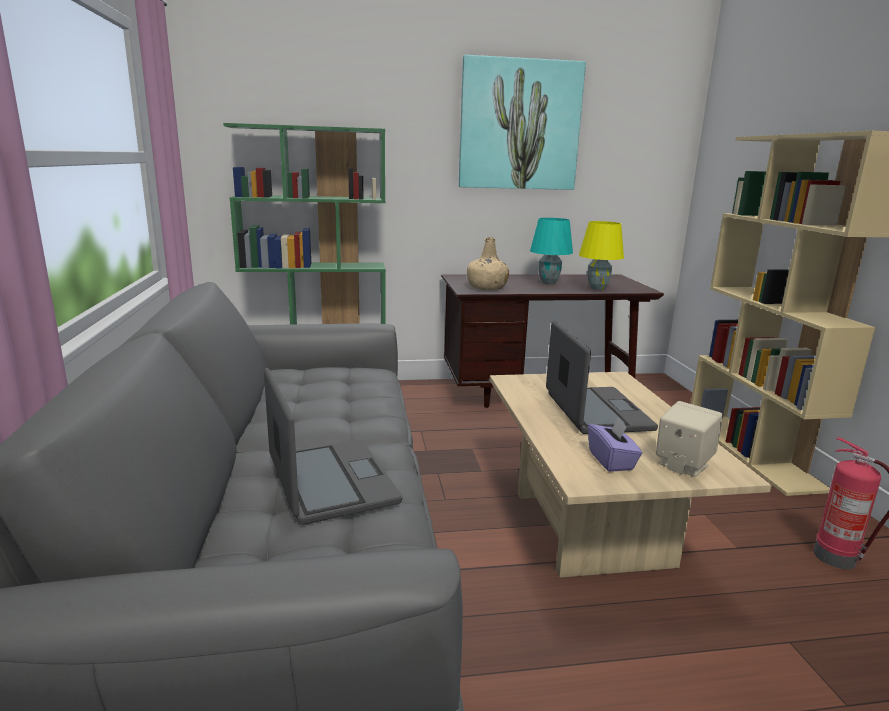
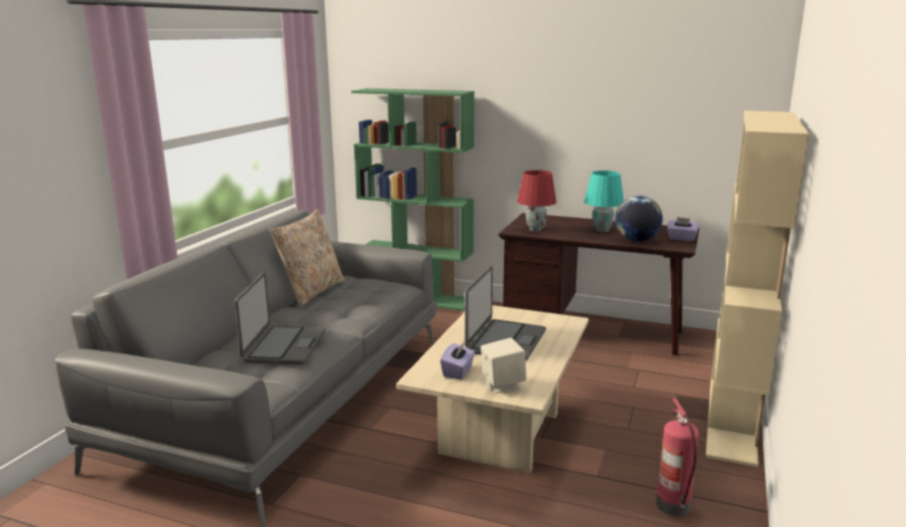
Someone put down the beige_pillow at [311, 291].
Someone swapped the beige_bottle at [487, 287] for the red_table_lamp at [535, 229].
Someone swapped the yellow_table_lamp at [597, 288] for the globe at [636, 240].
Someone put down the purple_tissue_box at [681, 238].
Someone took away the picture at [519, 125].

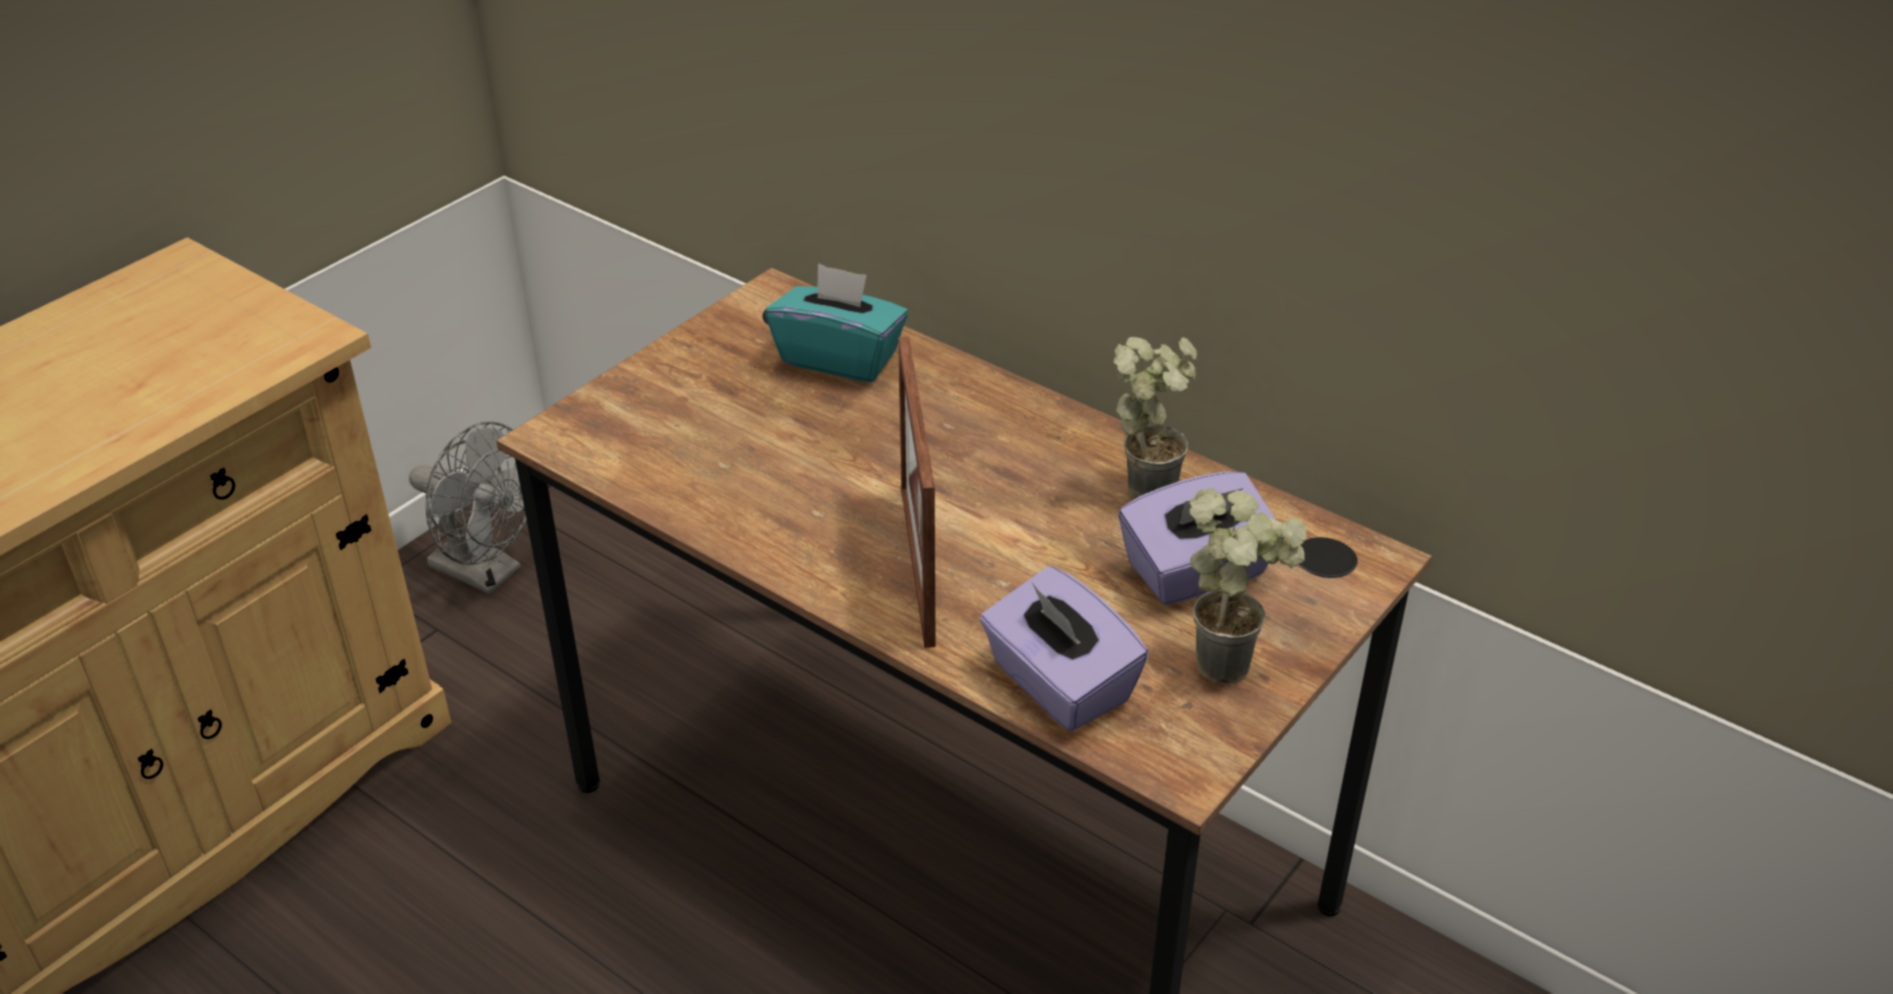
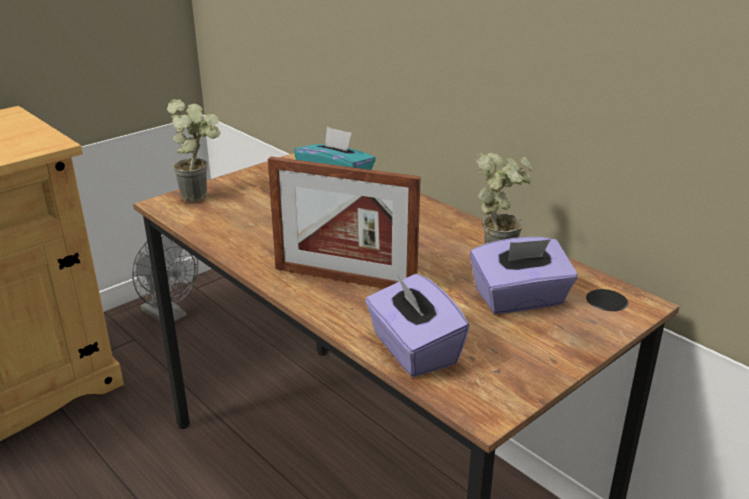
Someone carried the potted_plant from [1233, 659] to [202, 196].
Someone rotated the picture_frame at [917, 565] by 75 degrees counterclockwise.

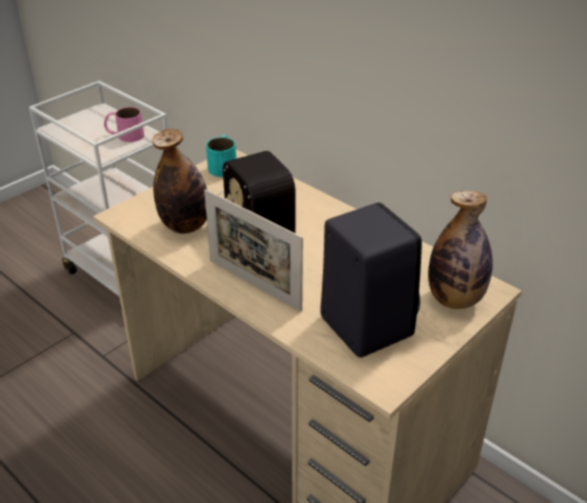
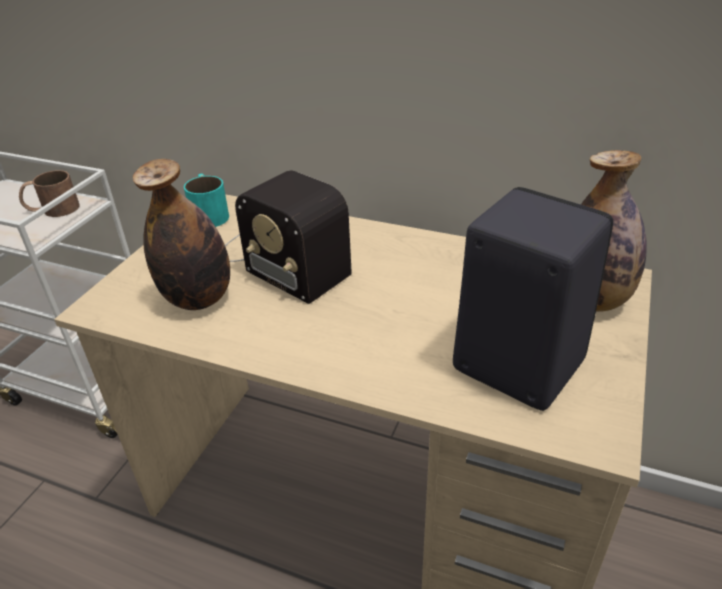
Someone repainted the pink_mug at [124, 135], which became the brown_mug at [52, 210].
Someone took away the picture_frame at [254, 285].

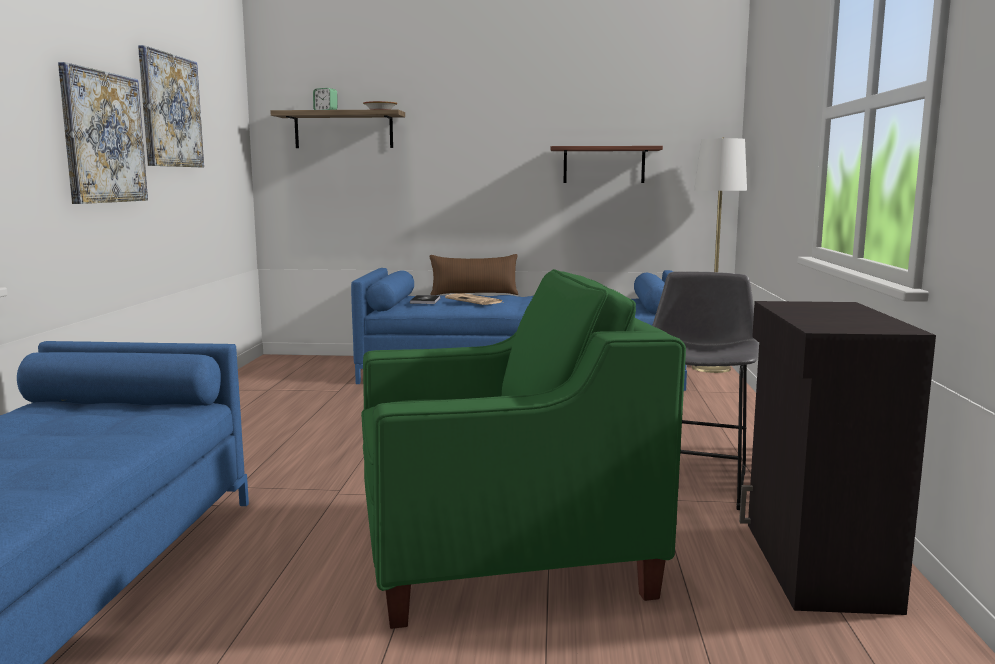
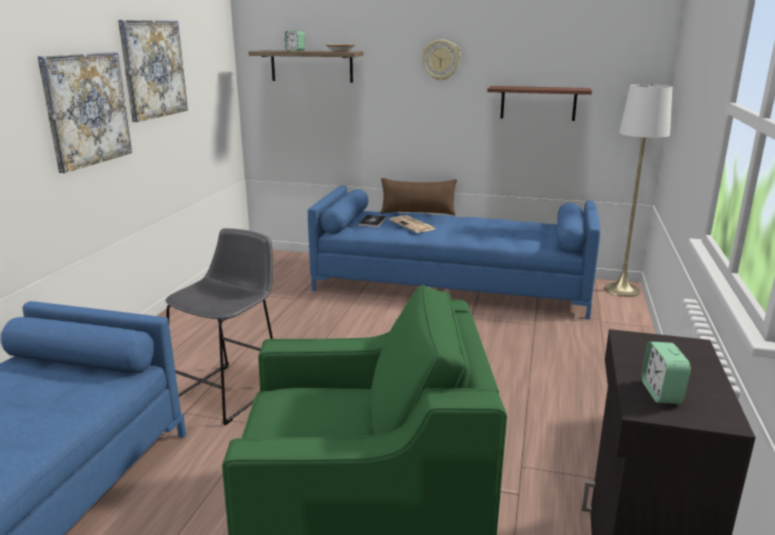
Someone carried the grey_stool from [694, 480] to [231, 391].
Someone put up the wall_clock at [441, 60].
Someone put down the alarm_clock at [661, 393].

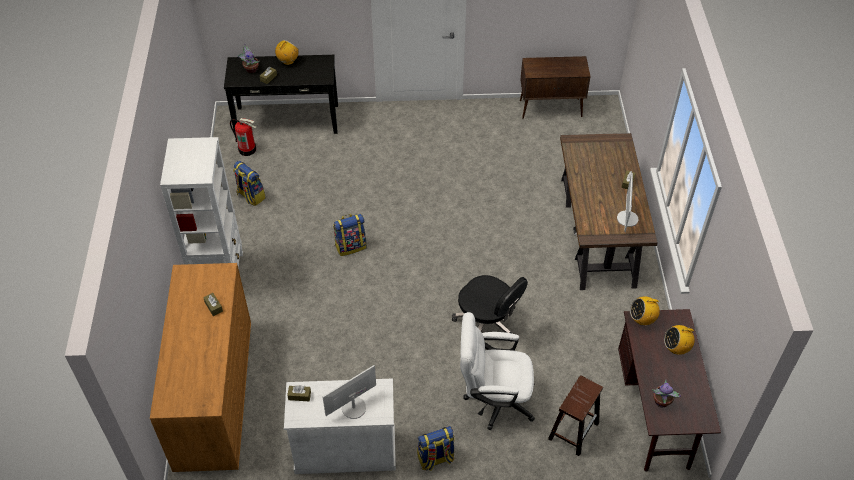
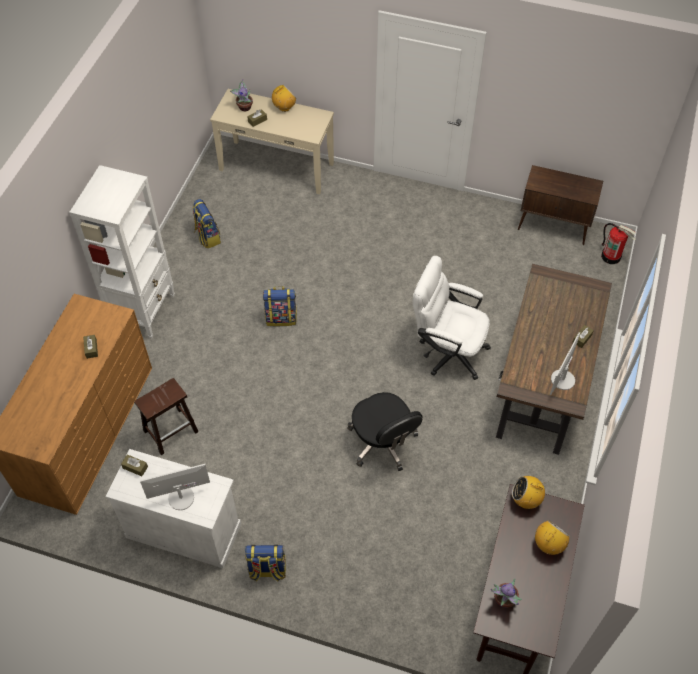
Someone carried the brown_stool from [573, 430] to [171, 430].
Someone repainted the black_console_table at [287, 120], which became the beige_console_table at [276, 166].
Someone carried the white_office_chair from [493, 399] to [447, 350].
Someone rotated the radio at [676, 348] by 120 degrees clockwise.
Someone carried the fire_extinguisher from [247, 149] to [611, 256].

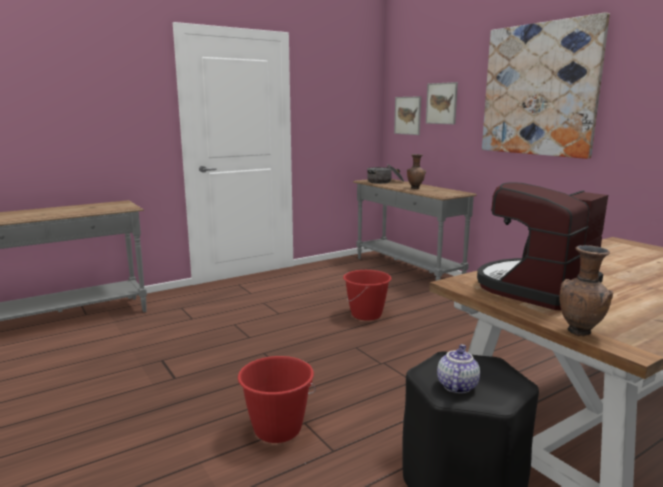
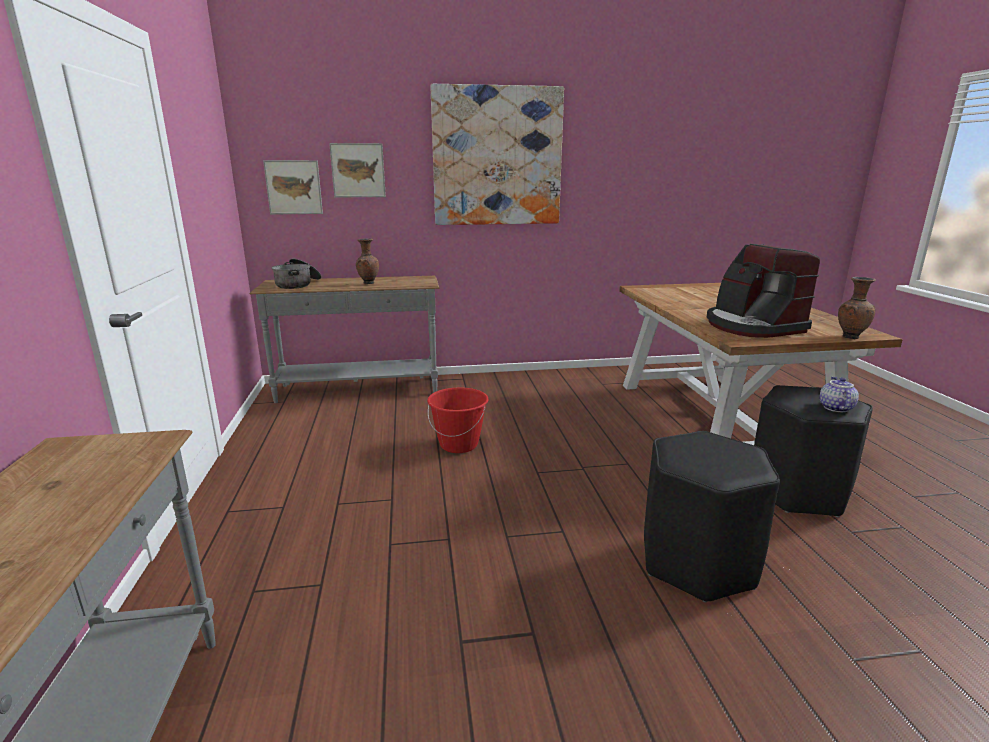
Someone swapped the red_bucket at [277, 429] for the black_stool at [697, 563].
Someone rotated the teapot at [456, 386] by 60 degrees clockwise.

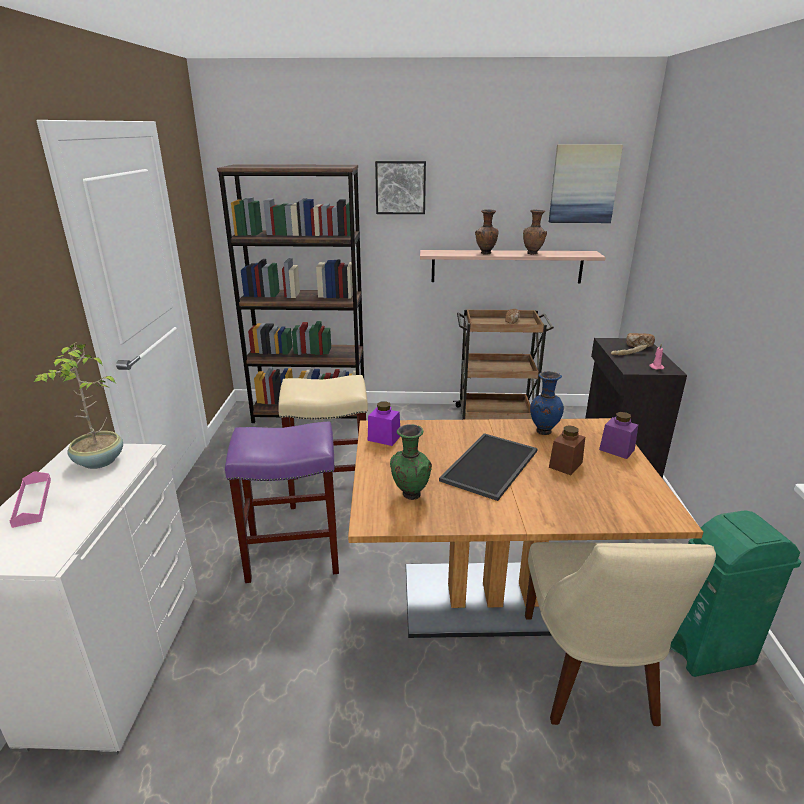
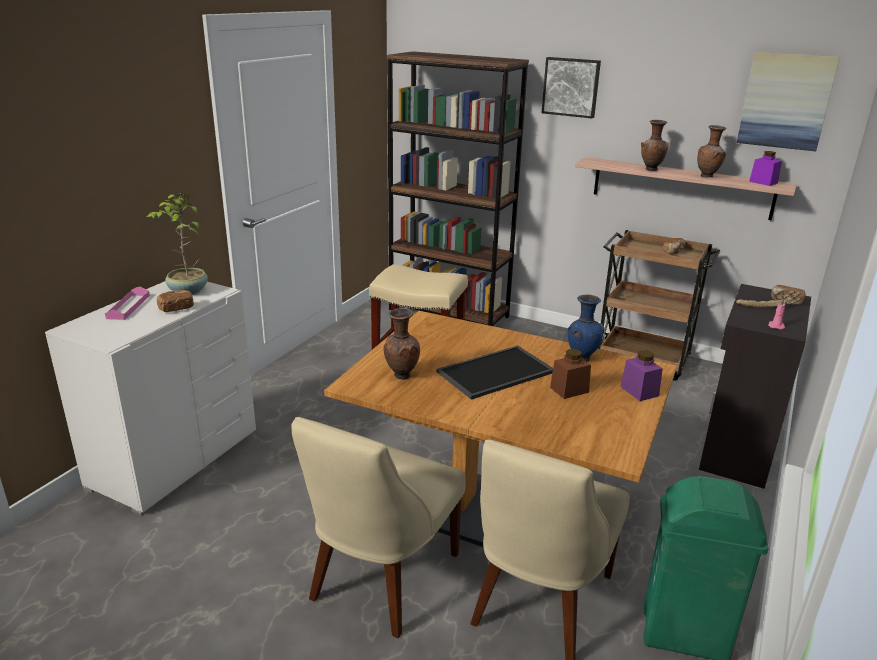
Someone put down the bread at [176, 309].
Someone put down the beige_chair at [381, 580].
Someone repainted the green_vase at [410, 495], which became the brown_vase at [401, 375].
Someone carried the purple_jar from [384, 438] to [763, 182].
Someone took away the purple_stool at [295, 554].

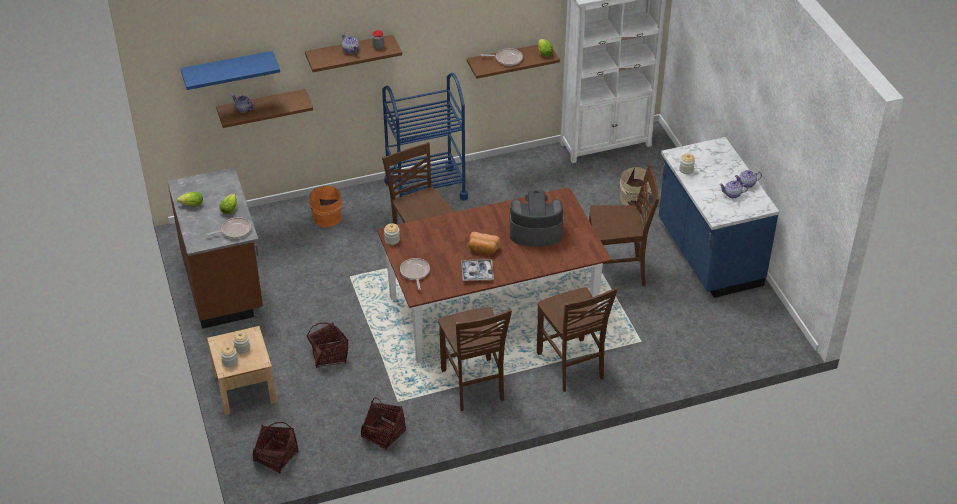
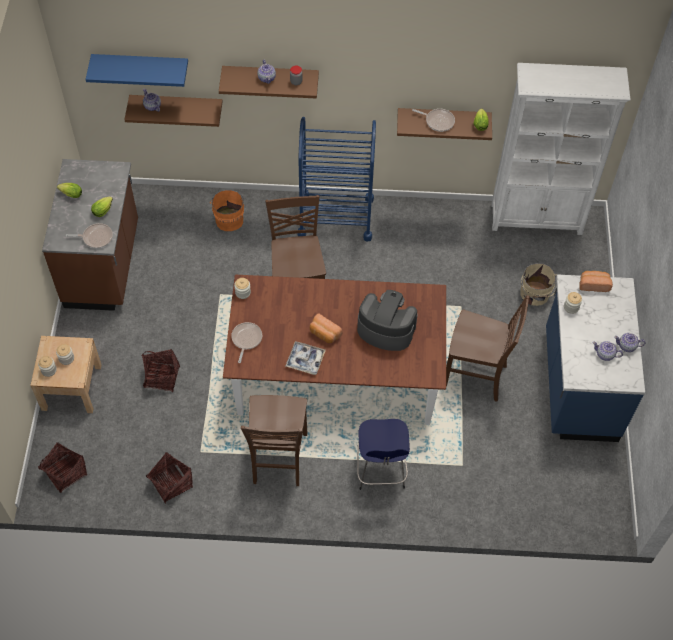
Someone swapped the brown_chair at [571, 366] for the blue_stool at [380, 470].
Someone put down the bread at [593, 284].

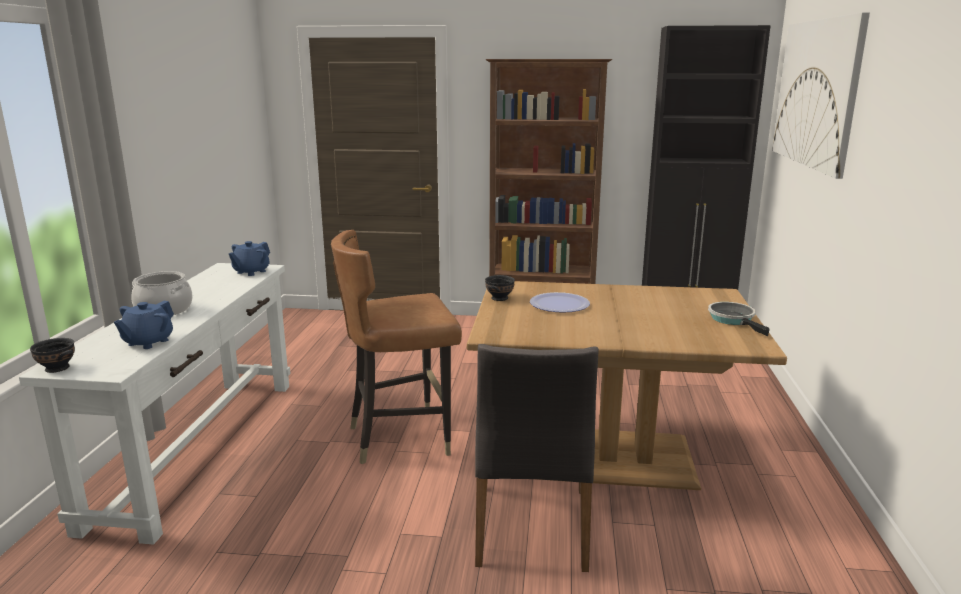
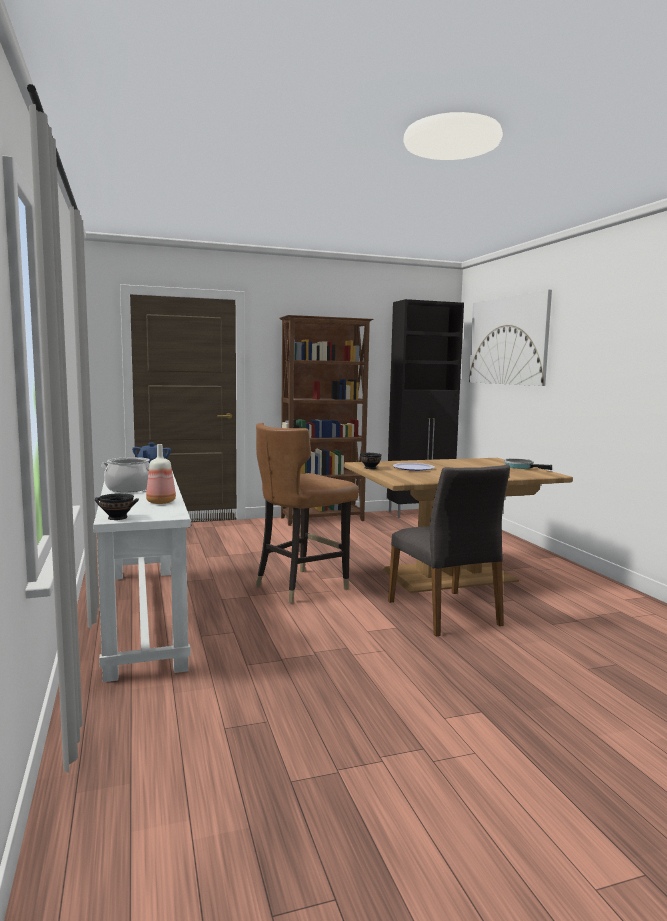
Someone swapped the blue_teapot at [148, 342] for the bottle at [160, 502].

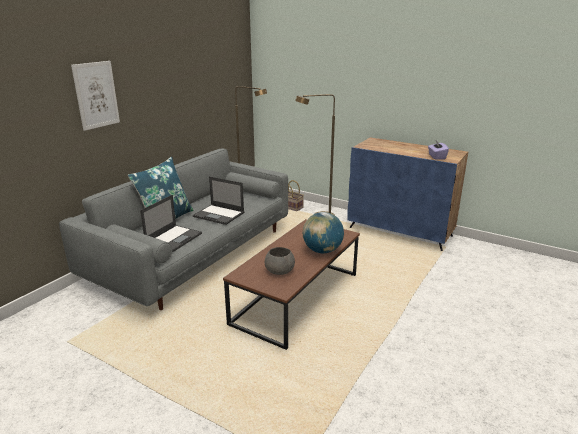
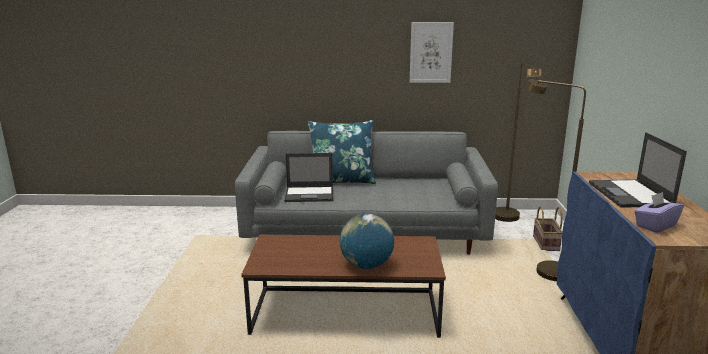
Someone carried the picture from [96, 95] to [431, 52].
Someone carried the laptop from [219, 215] to [631, 194].
Someone took away the grey_bowl at [280, 270].

